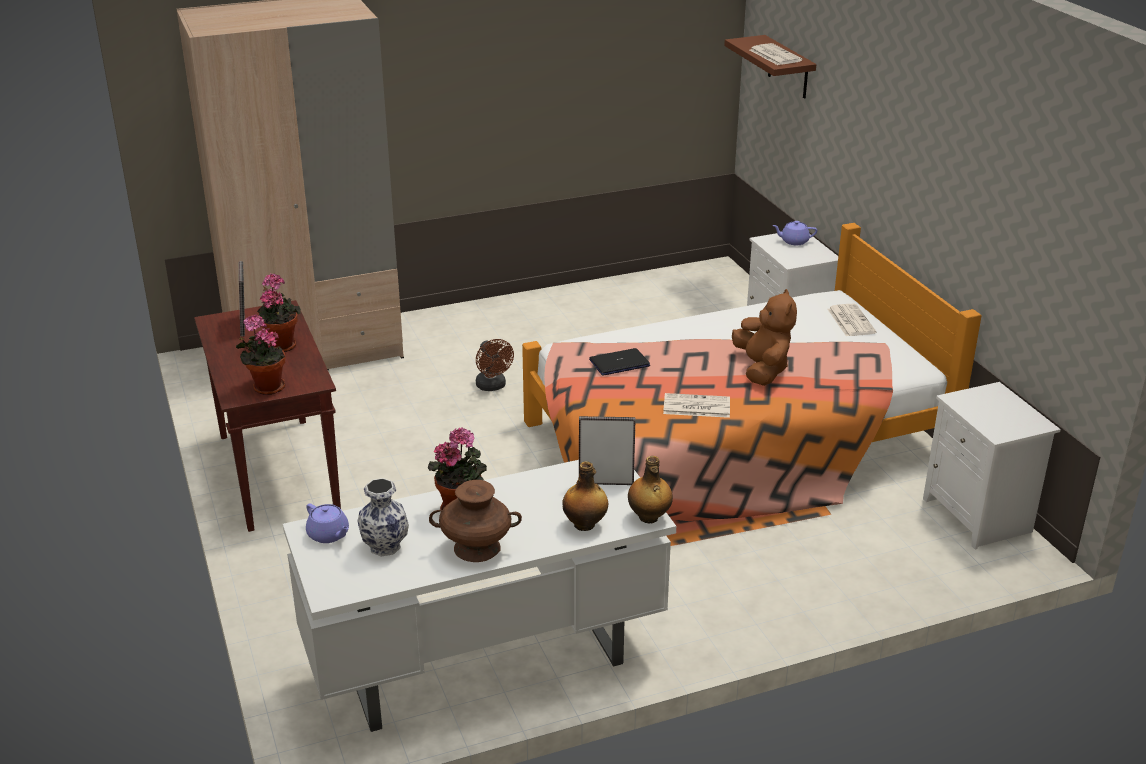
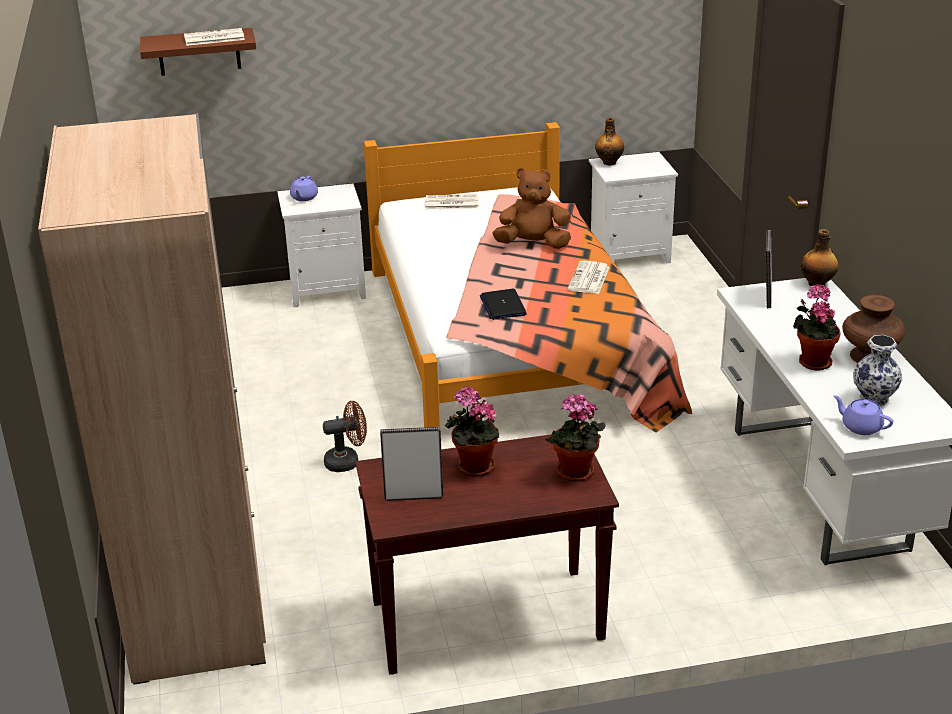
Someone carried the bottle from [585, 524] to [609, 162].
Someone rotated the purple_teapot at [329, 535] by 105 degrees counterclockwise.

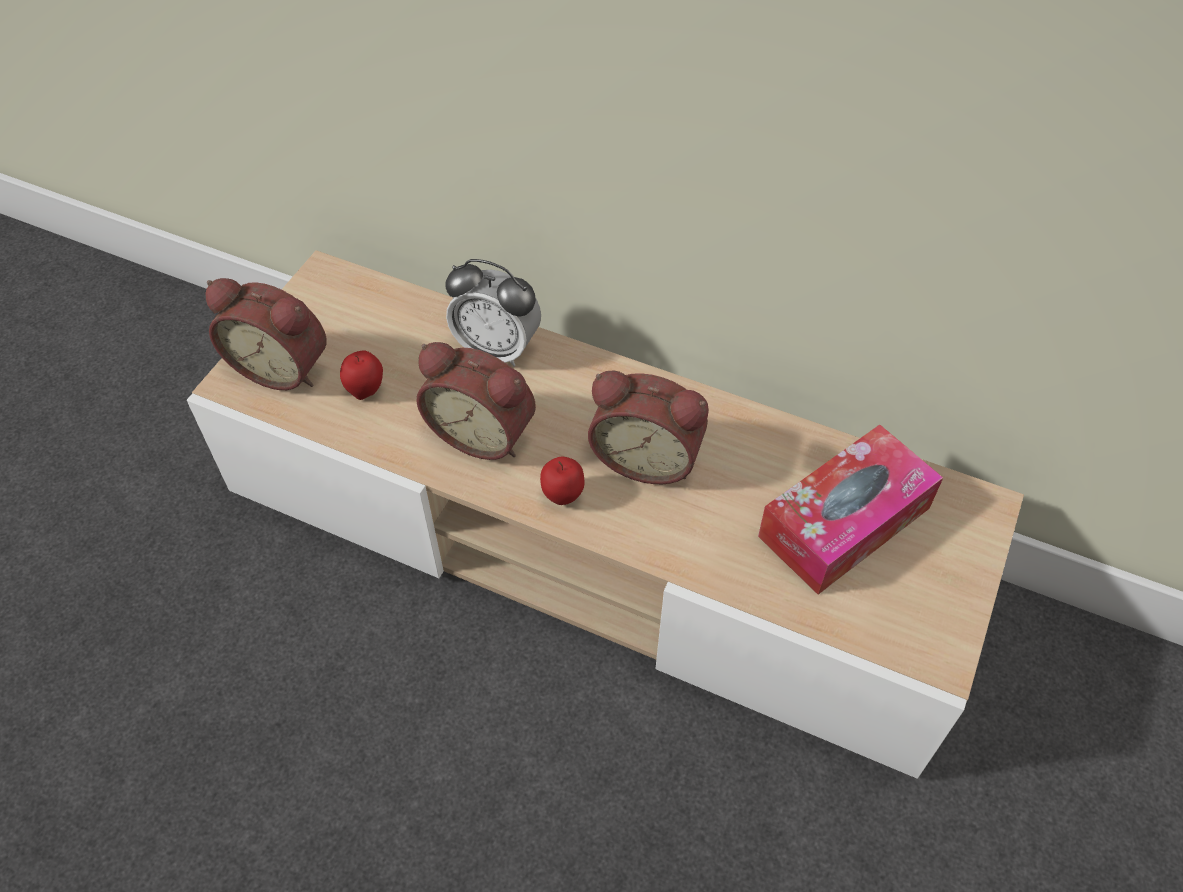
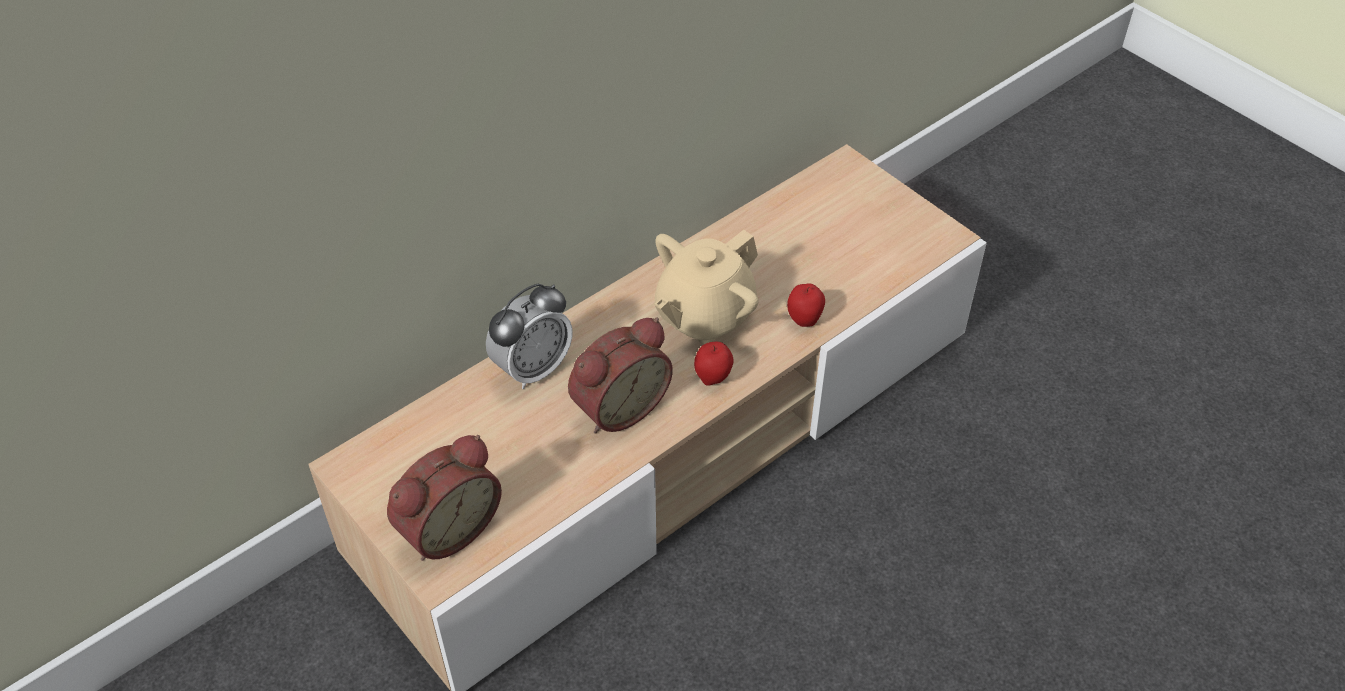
Someone swapped the alarm_clock at [647, 456] for the beige_teapot at [704, 315].
Someone carried the apple from [366, 391] to [804, 320].
Someone took away the tissue_box at [844, 522].

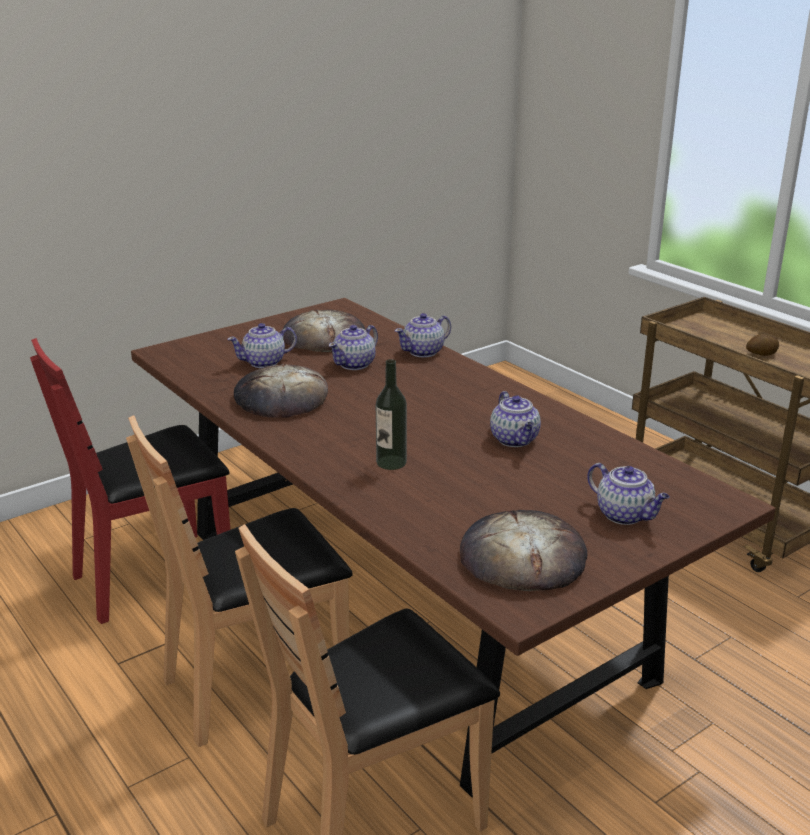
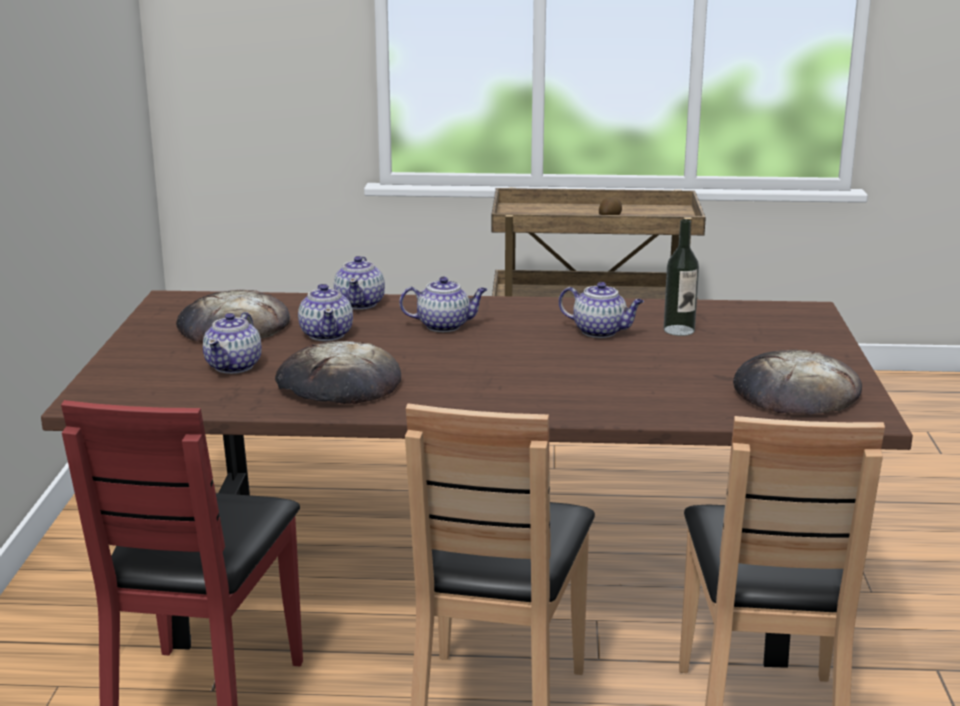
Someone carried the teapot from [625, 515] to [444, 326].
Someone carried the bottle from [391, 462] to [679, 330].

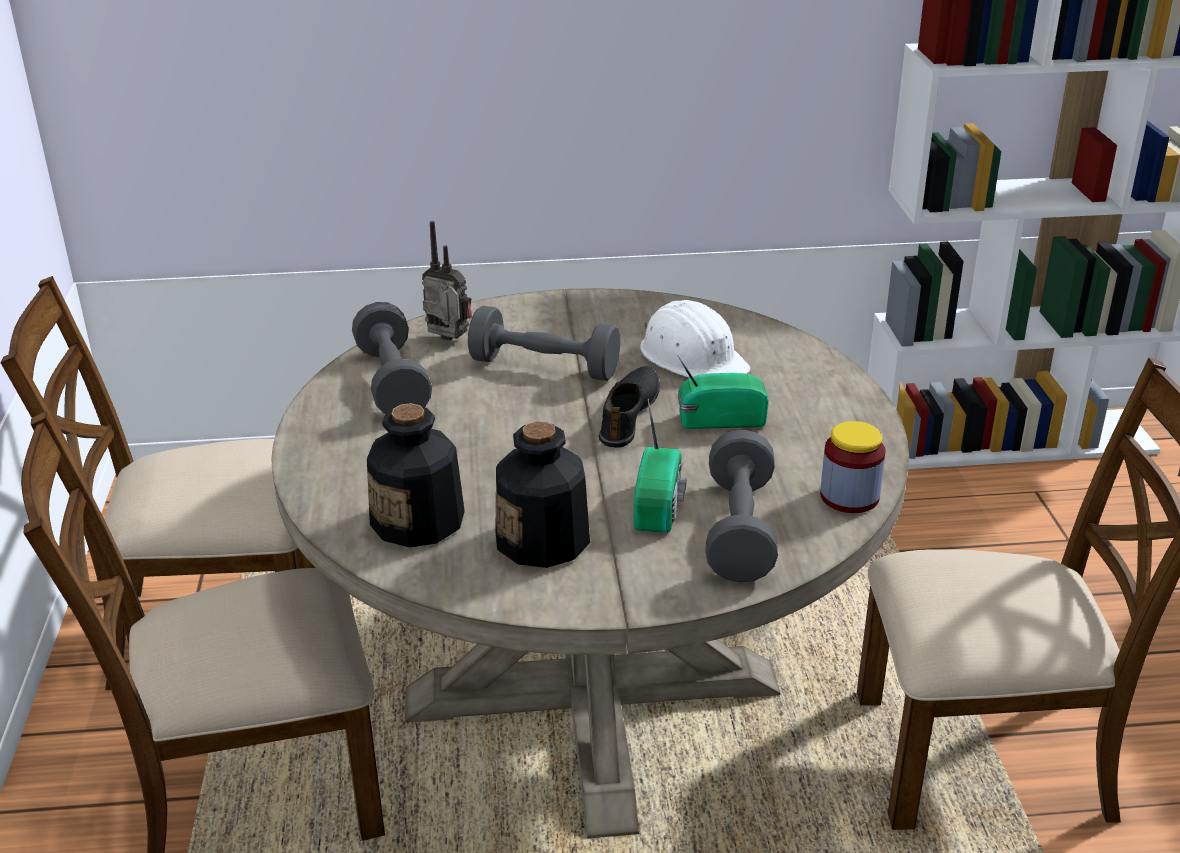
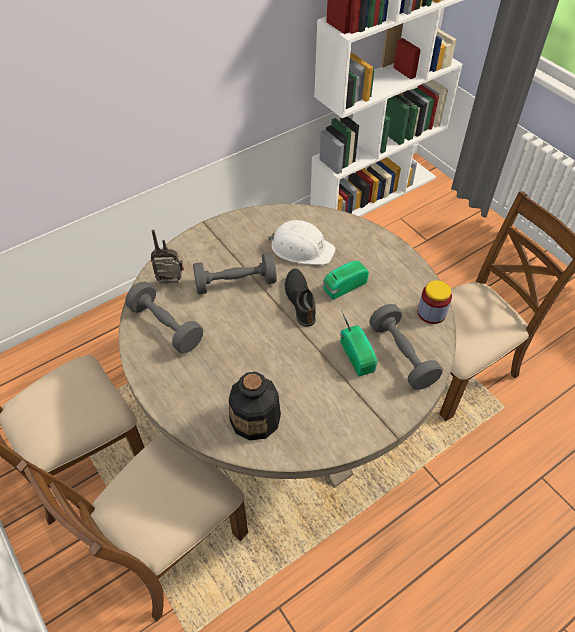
Someone took away the bottle at [543, 541].

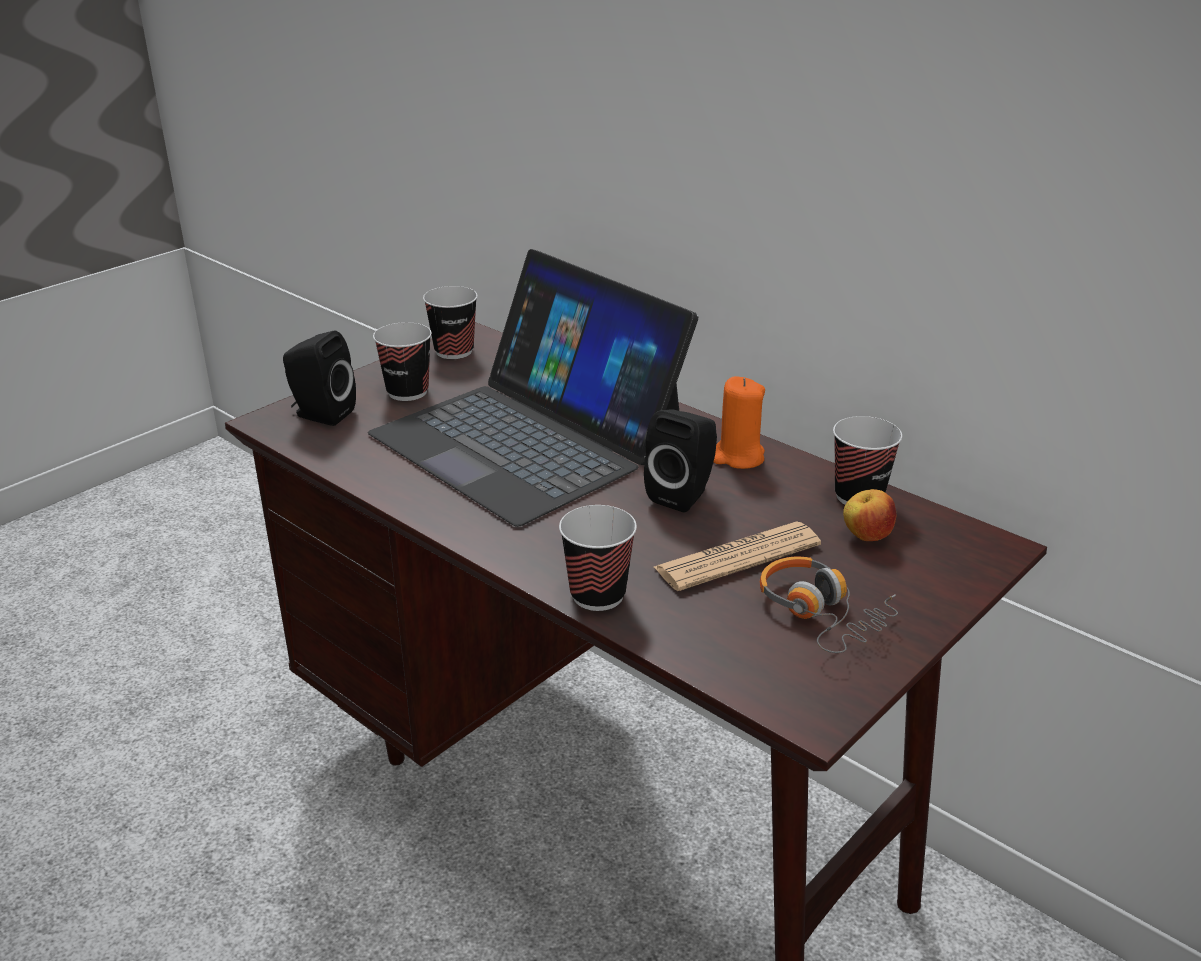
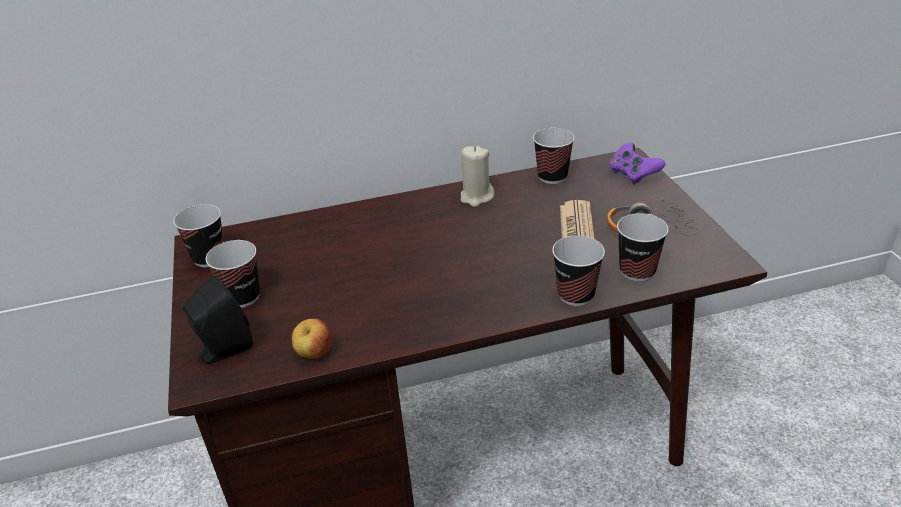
Someone carried the apple from [866, 537] to [314, 354].
Someone repainted the orange_candle at [738, 457], which became the beige_candle at [476, 197].
Someone put down the purple_game_controller at [633, 174].
Someone put down the cup at [637, 271].
Someone took away the laptop at [529, 439].
Someone took away the black_speaker at [683, 494].

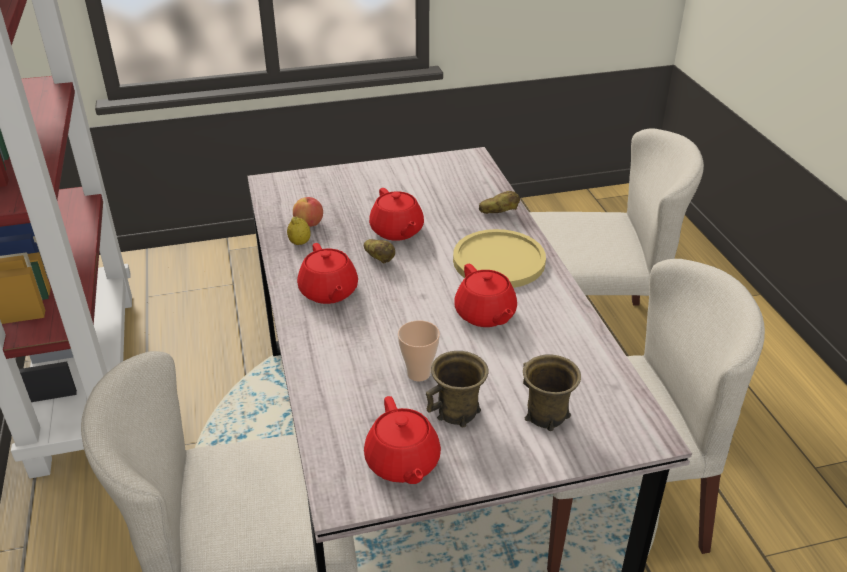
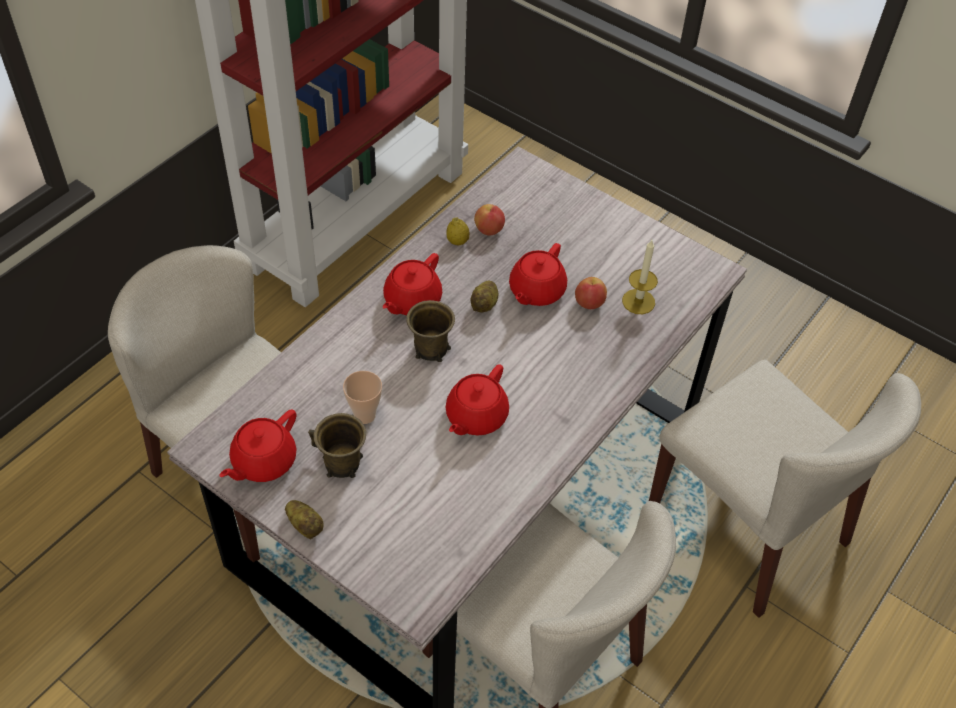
Someone carried the potato from [498, 212] to [305, 525].
Someone carried the brown_mug from [545, 415] to [430, 348].
Someone put down the apple at [589, 303].
Someone put down the candle at [638, 301].
Someone took away the yellow_plate at [499, 261].

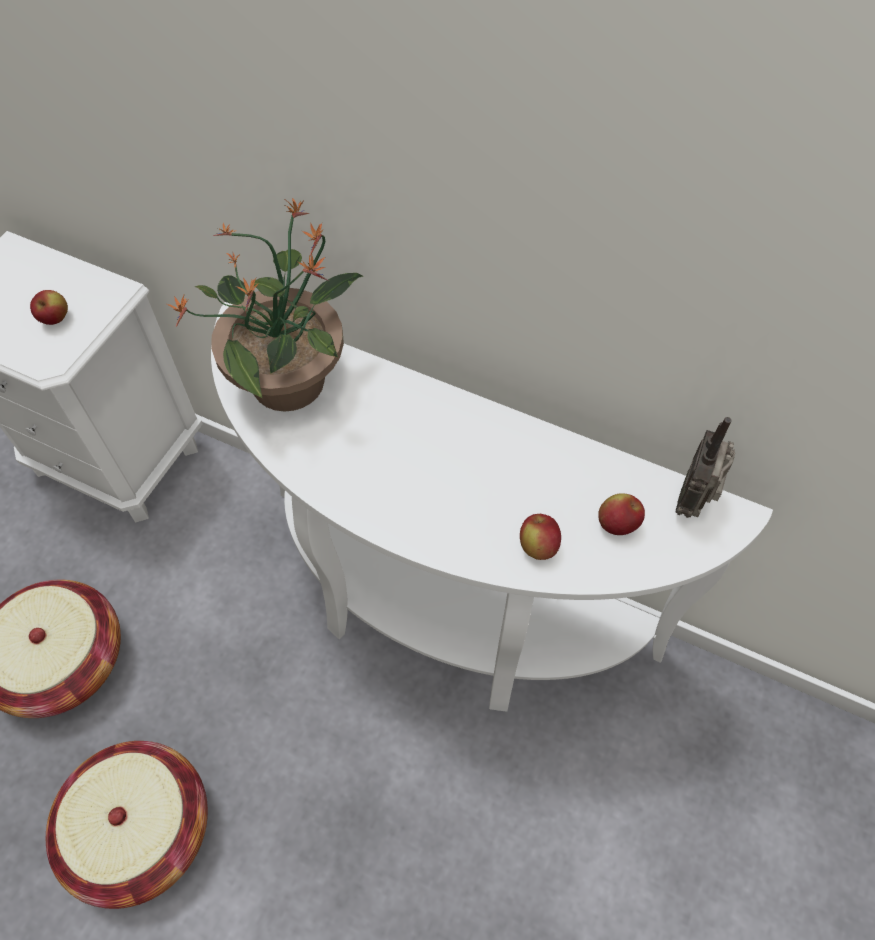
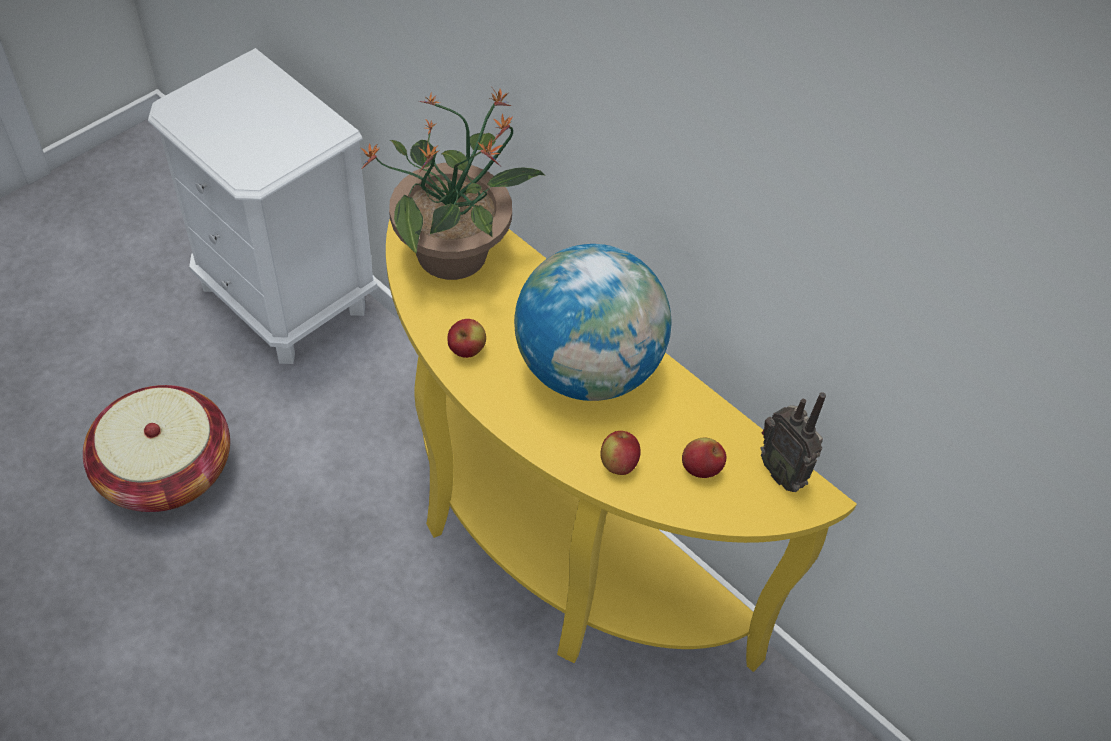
Someone repainted the white_console_table at [442, 610], which became the yellow_console_table at [547, 545].
Someone carried the apple from [55, 319] to [466, 350].
Someone put down the globe at [587, 369].
Someone rotated the radio at [693, 501] by 75 degrees counterclockwise.
Someone took away the basket at [142, 829].

